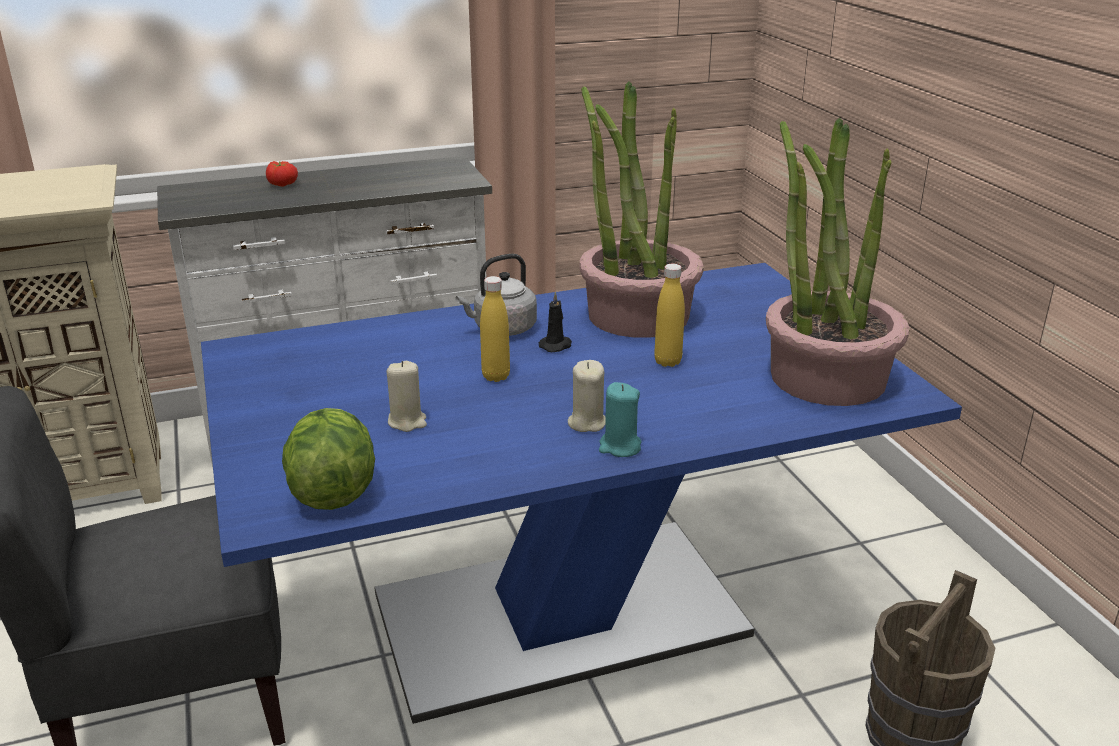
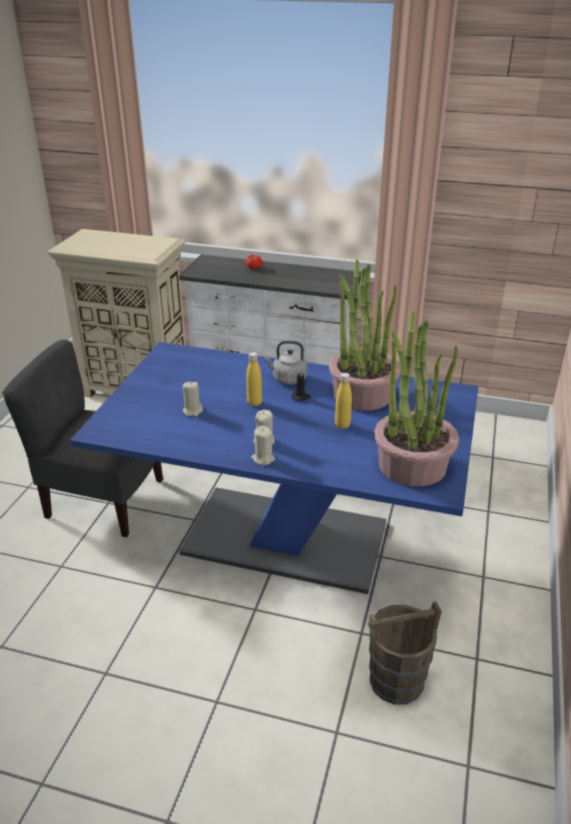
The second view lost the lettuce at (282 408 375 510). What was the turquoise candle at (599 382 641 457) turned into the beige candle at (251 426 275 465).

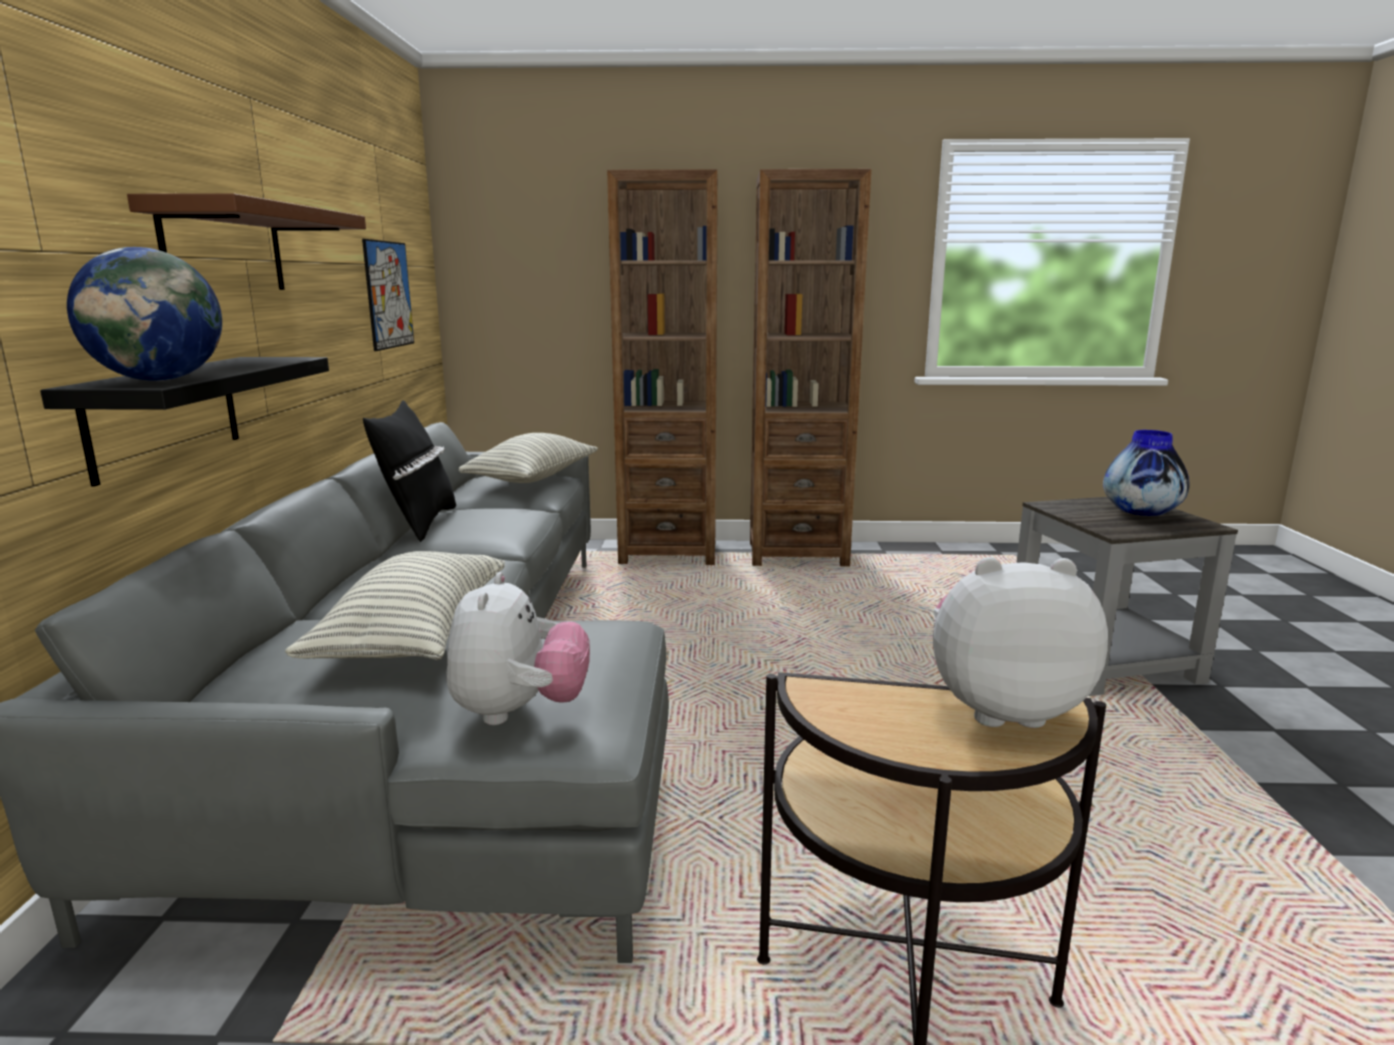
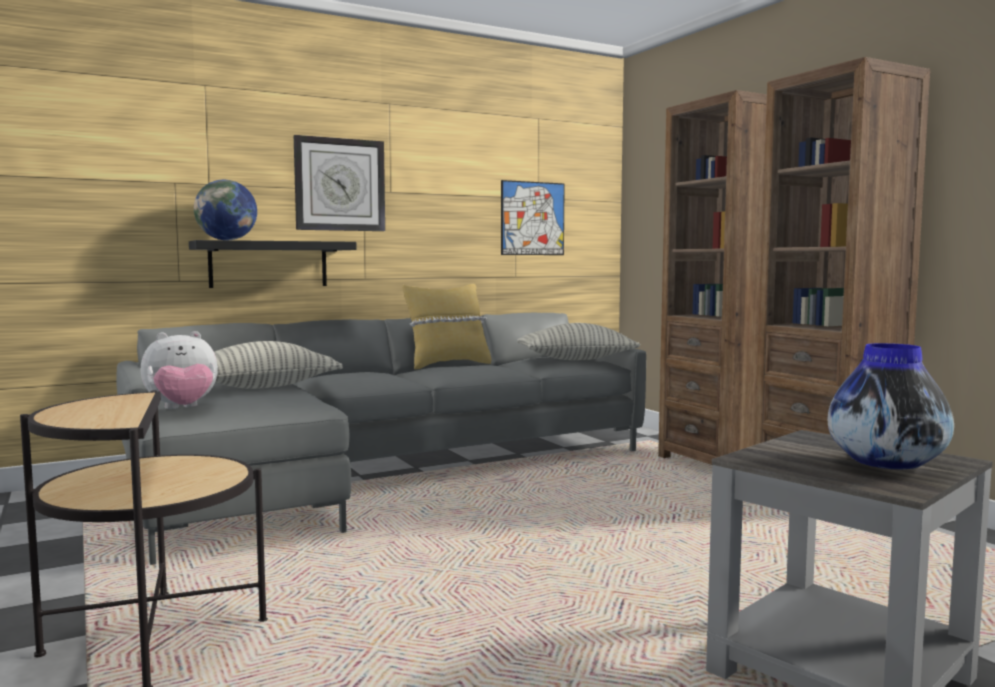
Where the brown shelf hung at (127 193 366 290), the wall clock came to hang at (294 135 385 231). What was the black pillow at (363 400 456 542) turned into the yellow pillow at (402 284 491 369). The second view lost the plush toy at (933 557 1108 728).

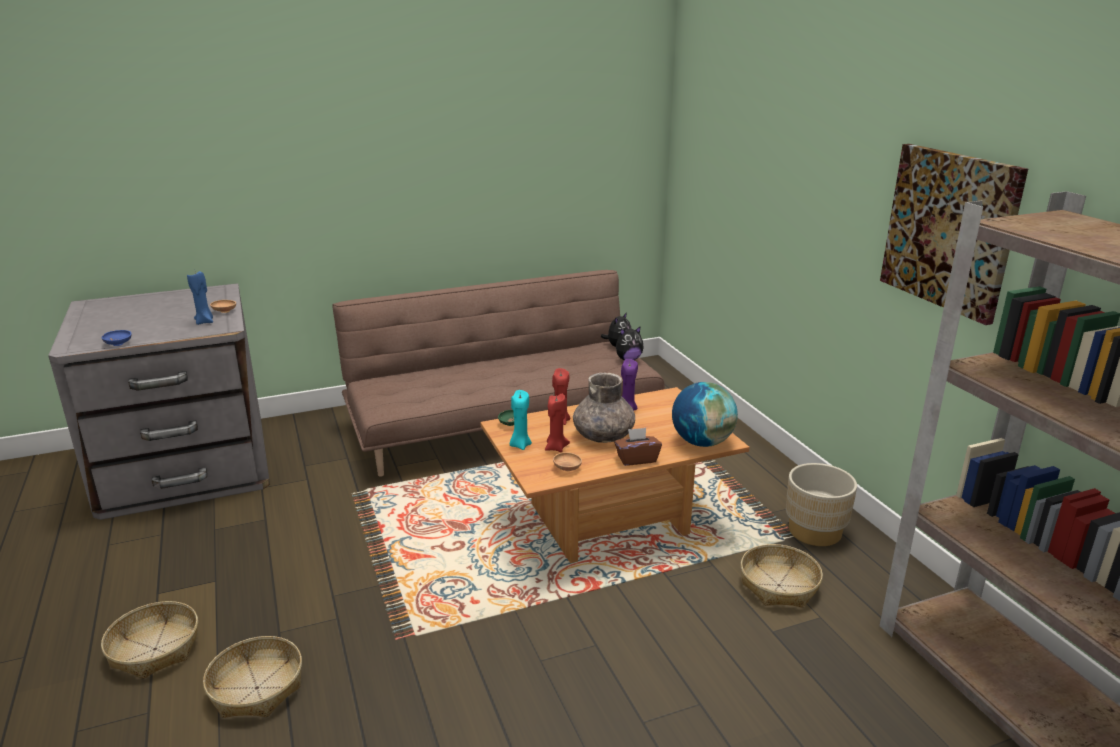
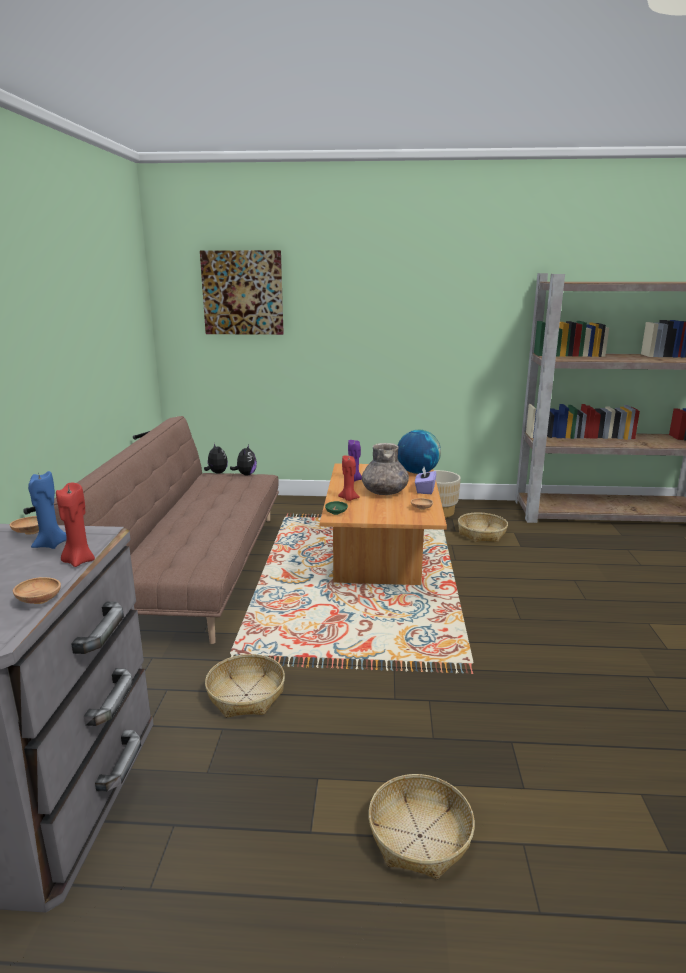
What was the blue bowl at (101 330 132 346) turned into the brown bowl at (13 577 61 604). The basket ended up elsewhere, having gone from (203 636 302 718) to (205 654 285 718). The second view lost the turquoise candle at (510 390 532 450). The red candle ended up elsewhere, having gone from (545 394 570 452) to (56 483 95 567). What was the brown tissue box at (614 428 662 466) turned into the purple tissue box at (415 467 437 494). The picture ended up elsewhere, having gone from (880 144 1028 325) to (200 250 284 335).

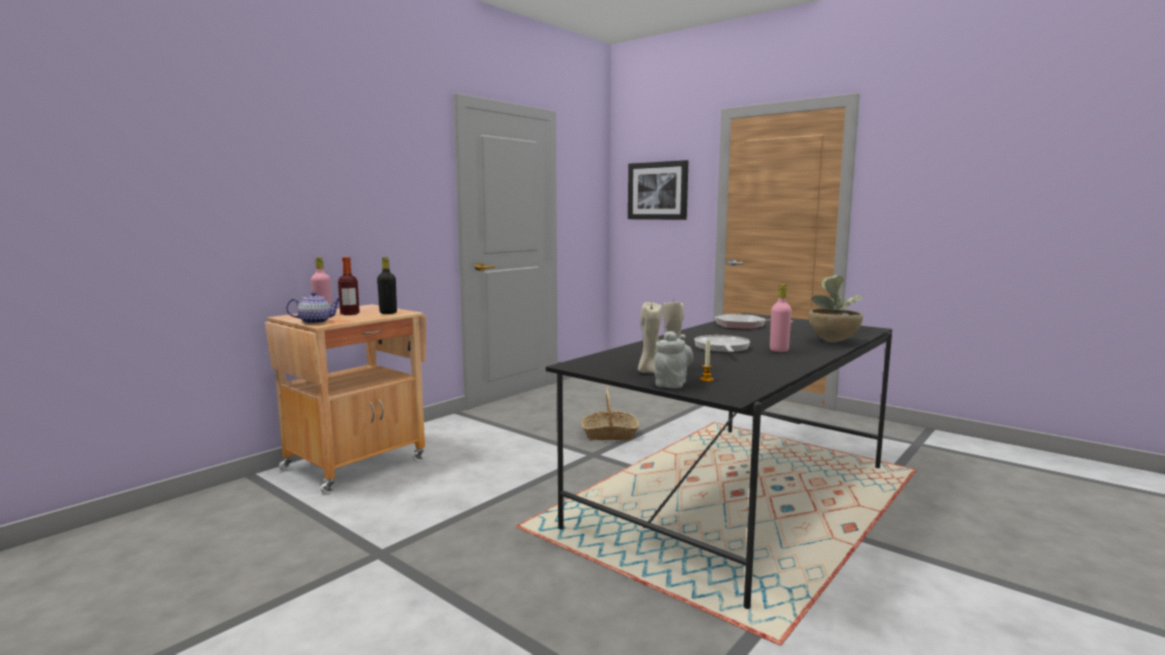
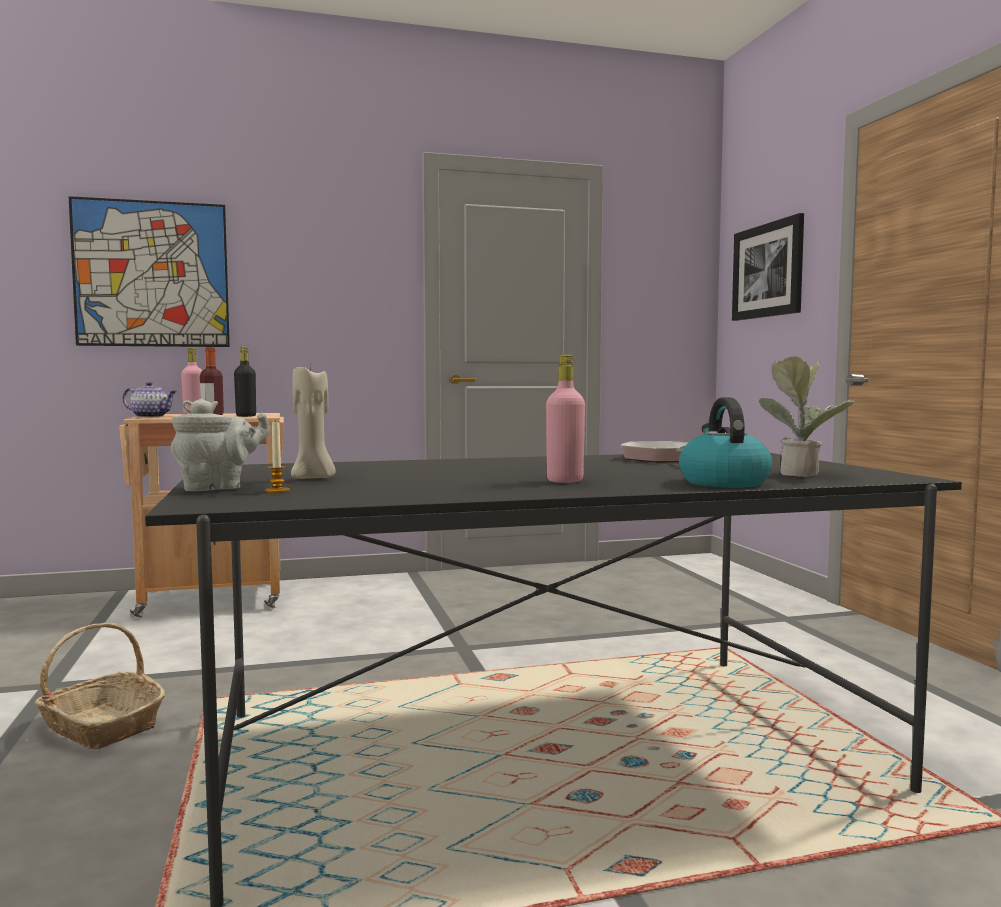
The basket ended up elsewhere, having gone from (581 388 639 440) to (35 623 166 749). The second view lost the beige candle at (638 302 662 373). The second view lost the frying pan at (694 335 750 353). Where the brown bowl stood at (808 308 863 342), the kettle came to stand at (679 397 772 488). The second view gained the picture at (69 196 230 347).

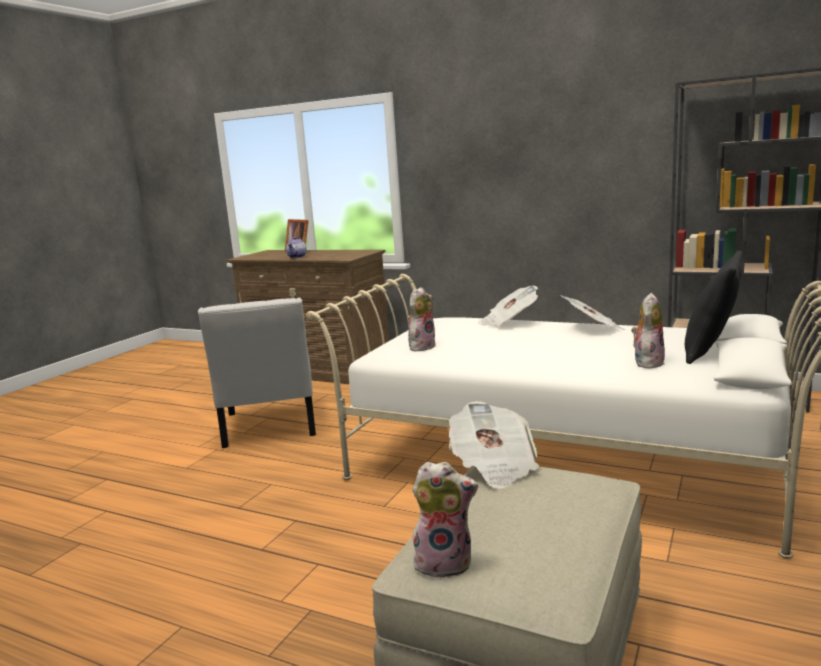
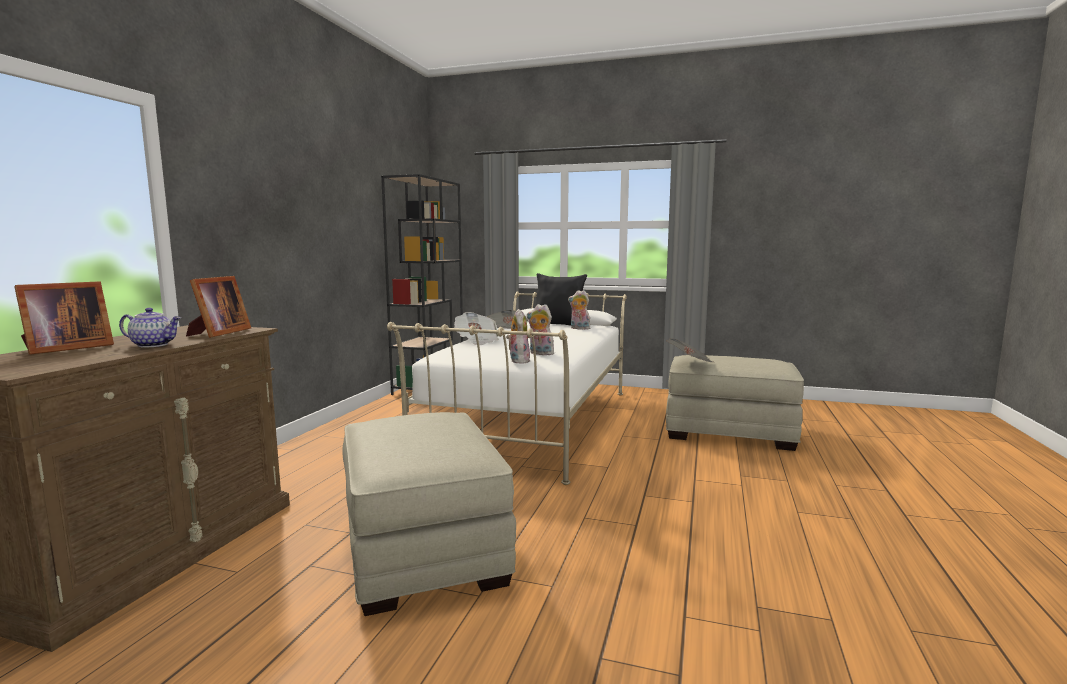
Where the white chair stood at (198 297 316 448), the beige ottoman came to stand at (342 412 516 616). The plush toy ended up elsewhere, having gone from (412 462 478 578) to (506 309 531 364). The second view gained the picture frame at (186 276 251 338).

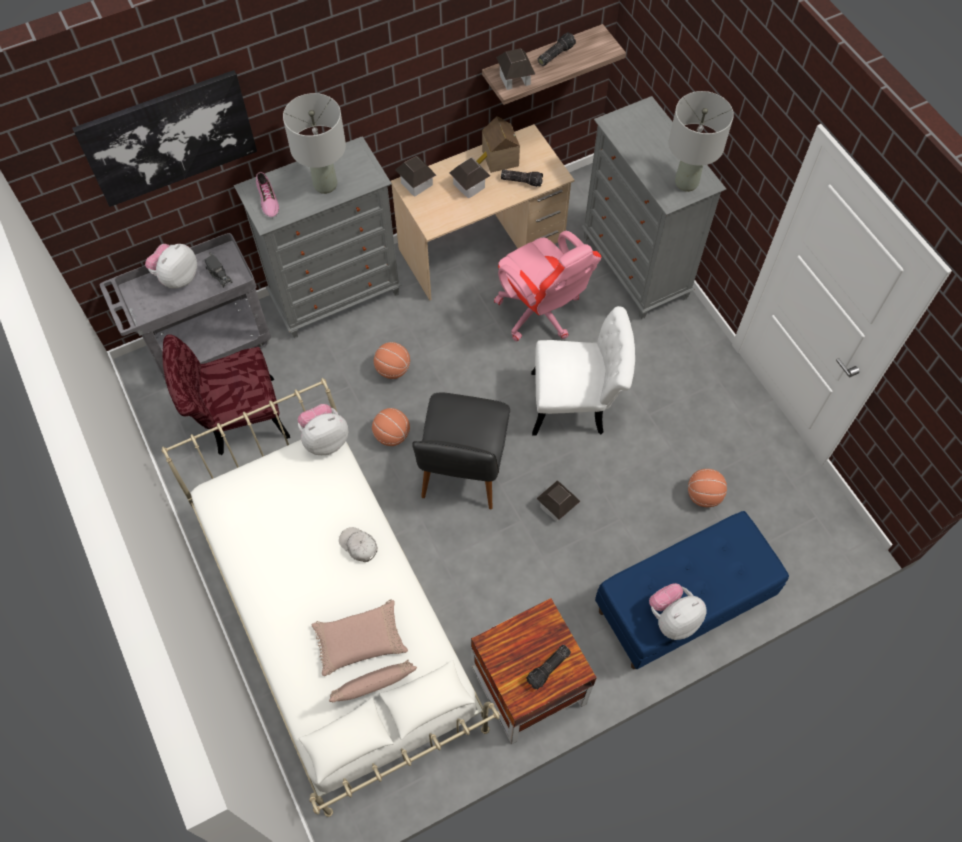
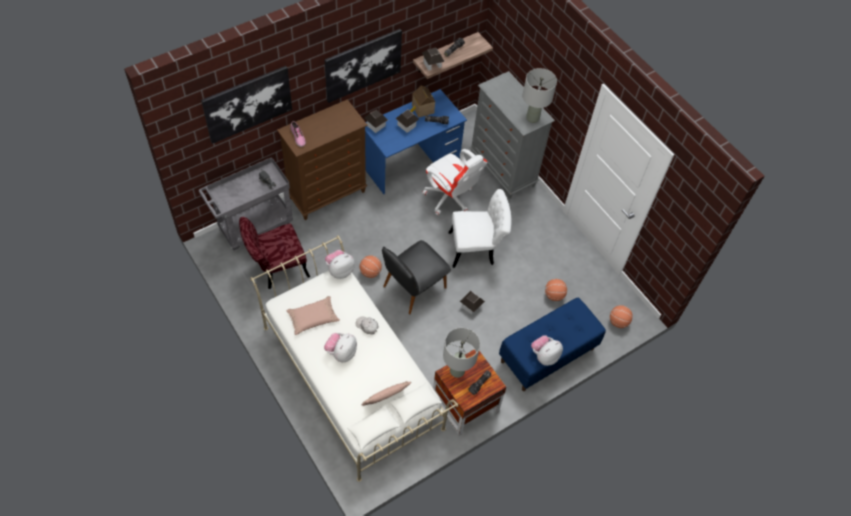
The plush toy ended up elsewhere, having gone from (145 244 197 289) to (324 333 357 362). What was the grey dresser at (234 136 402 338) turned into the brown dresser at (277 99 368 220). The grey table lamp ended up elsewhere, having gone from (283 93 346 194) to (443 328 480 378). The beige pillow ended up elsewhere, having gone from (312 599 408 676) to (287 296 340 335). The basketball ended up elsewhere, having gone from (374 342 410 379) to (610 305 633 328). What was the beige desk at (390 124 574 301) turned into the blue desk at (365 89 467 194). The black chair at (412 393 510 510) ended up facing another way, 45 degrees clockwise from before. What was the pink office chair at (494 231 601 341) turned into the white office chair at (422 149 487 215). The second view gained the picture at (324 29 402 103).

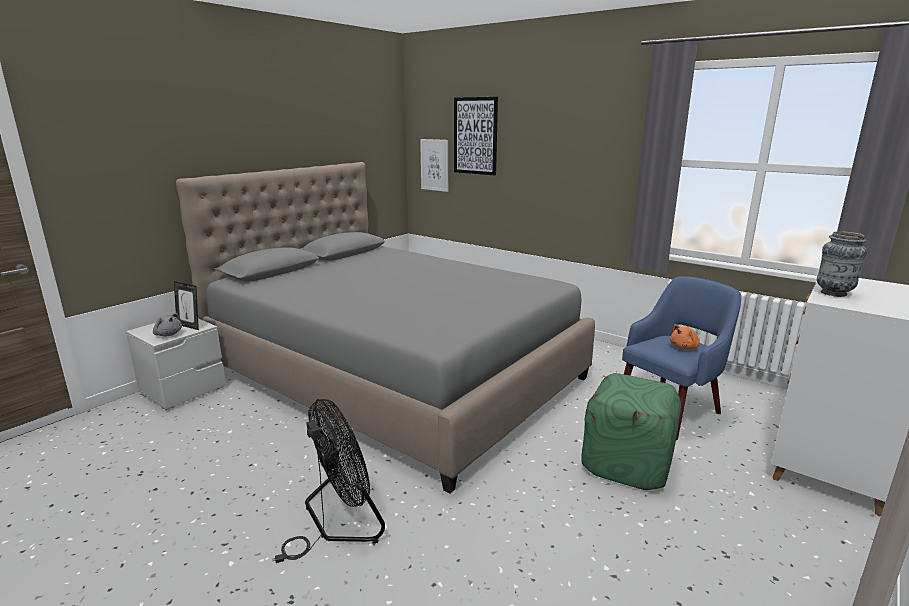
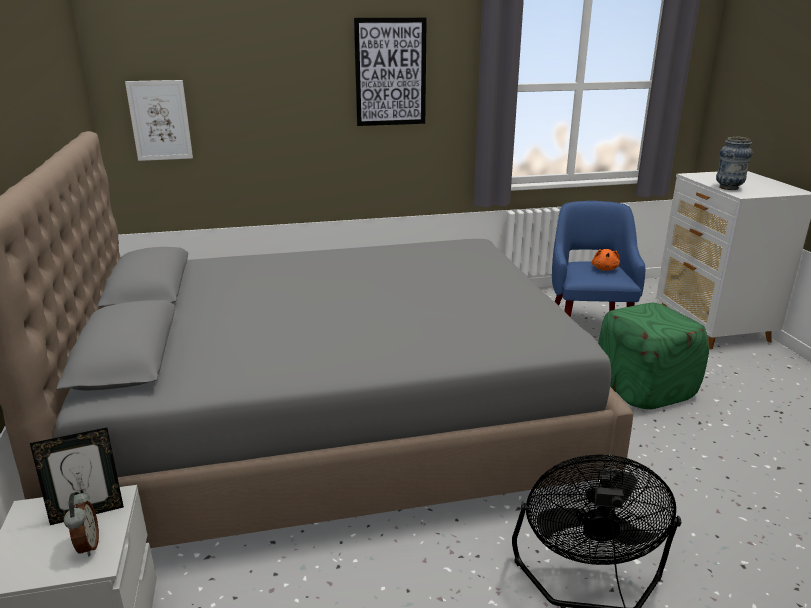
Where the grey plush toy stood at (153 313 182 336), the alarm clock came to stand at (64 492 99 556). The picture ended up elsewhere, having gone from (454 97 498 176) to (354 18 427 126).

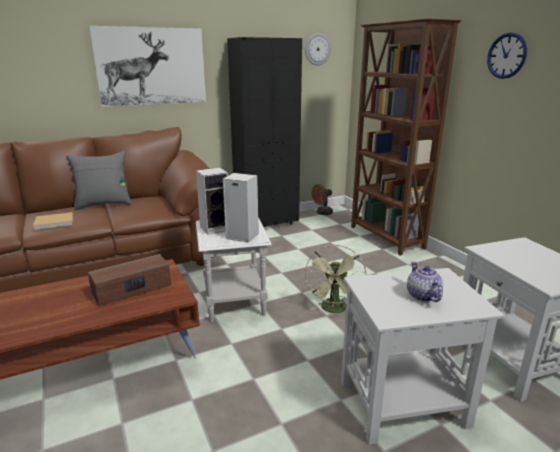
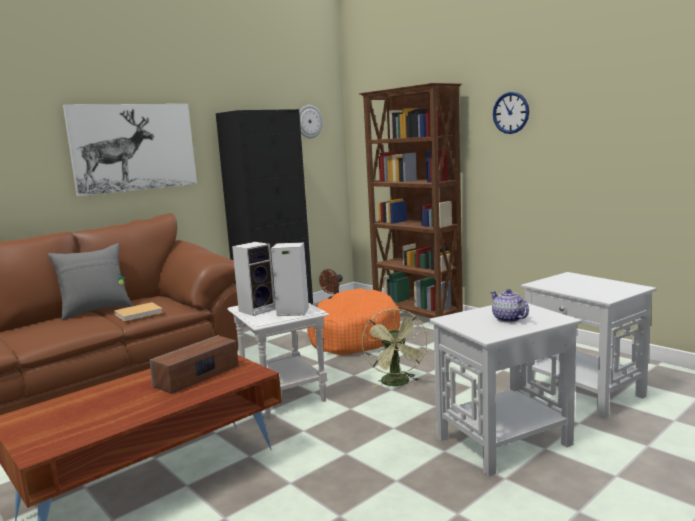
The beige book ended up elsewhere, having gone from (33 212 73 230) to (114 302 163 321). The second view gained the orange dog bed at (307 288 400 355).

